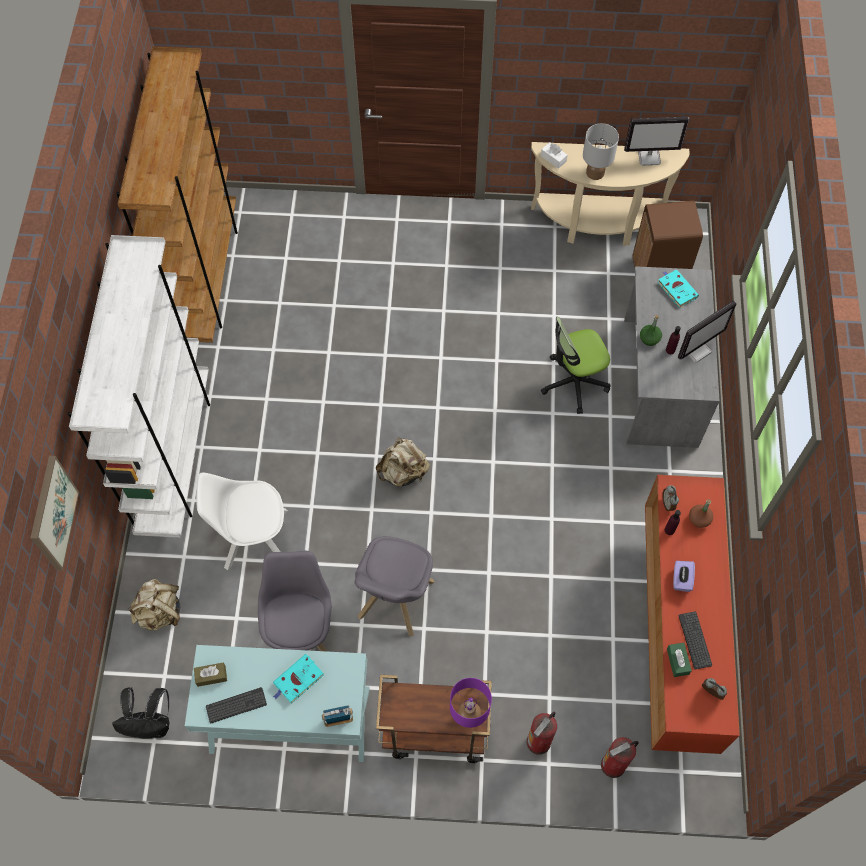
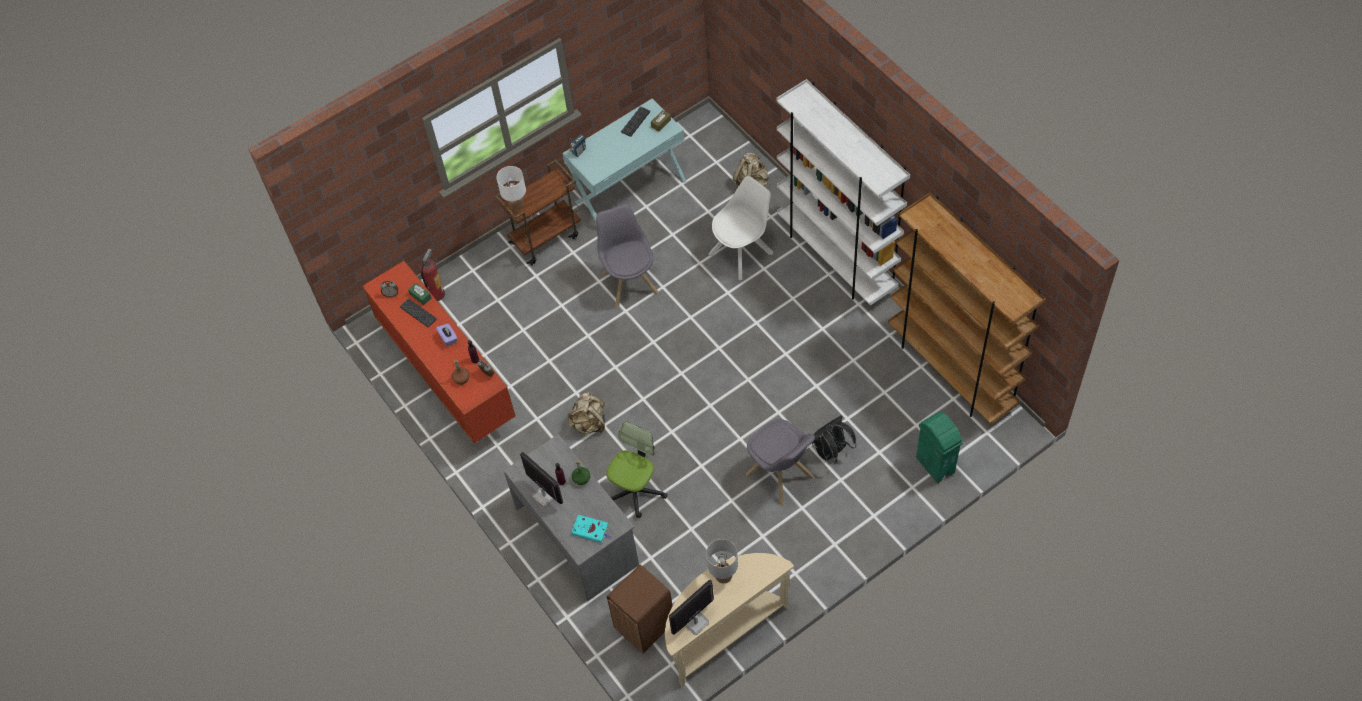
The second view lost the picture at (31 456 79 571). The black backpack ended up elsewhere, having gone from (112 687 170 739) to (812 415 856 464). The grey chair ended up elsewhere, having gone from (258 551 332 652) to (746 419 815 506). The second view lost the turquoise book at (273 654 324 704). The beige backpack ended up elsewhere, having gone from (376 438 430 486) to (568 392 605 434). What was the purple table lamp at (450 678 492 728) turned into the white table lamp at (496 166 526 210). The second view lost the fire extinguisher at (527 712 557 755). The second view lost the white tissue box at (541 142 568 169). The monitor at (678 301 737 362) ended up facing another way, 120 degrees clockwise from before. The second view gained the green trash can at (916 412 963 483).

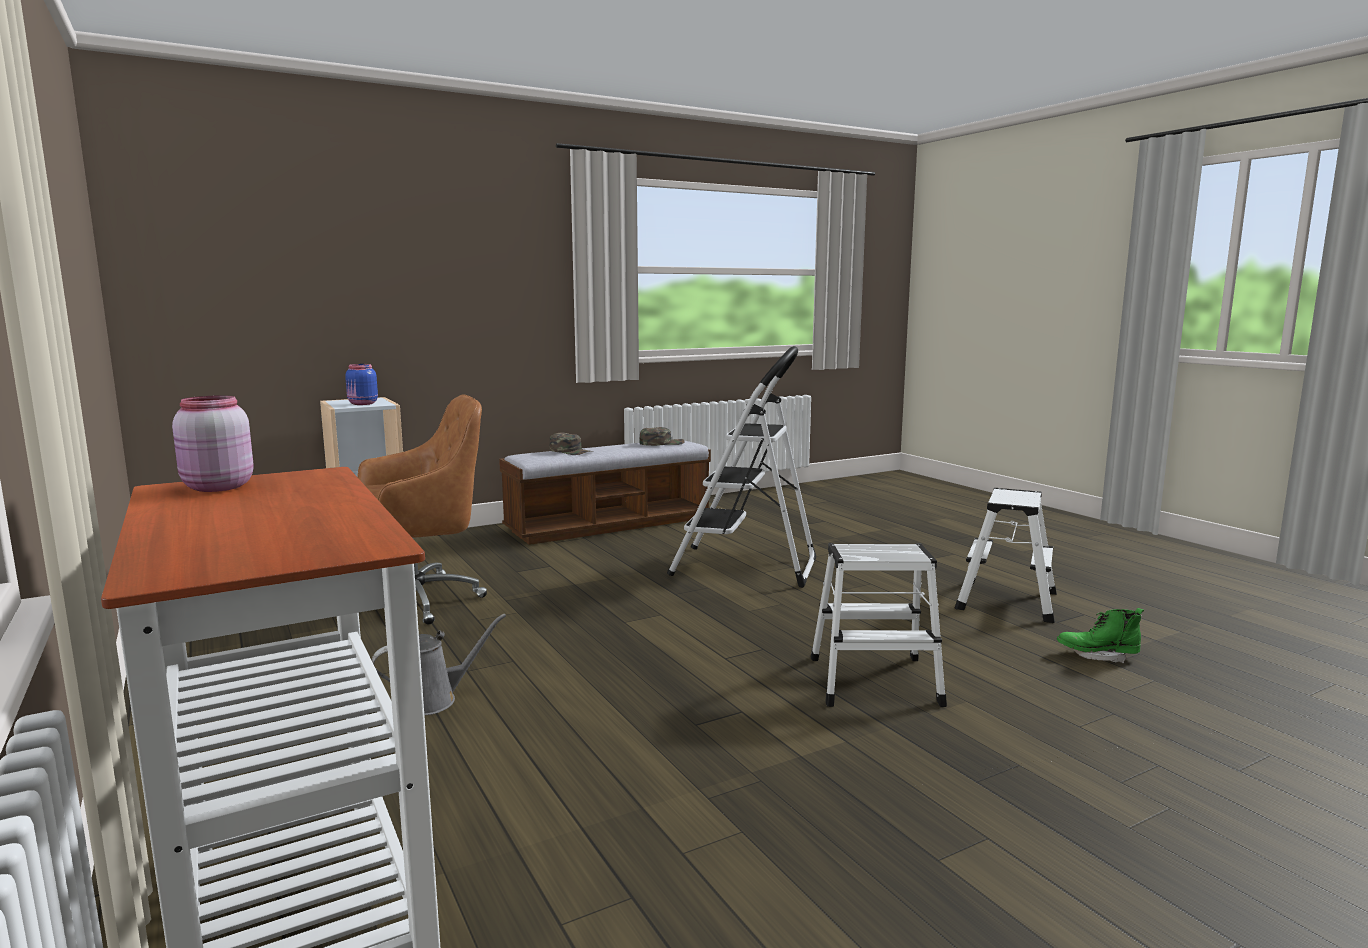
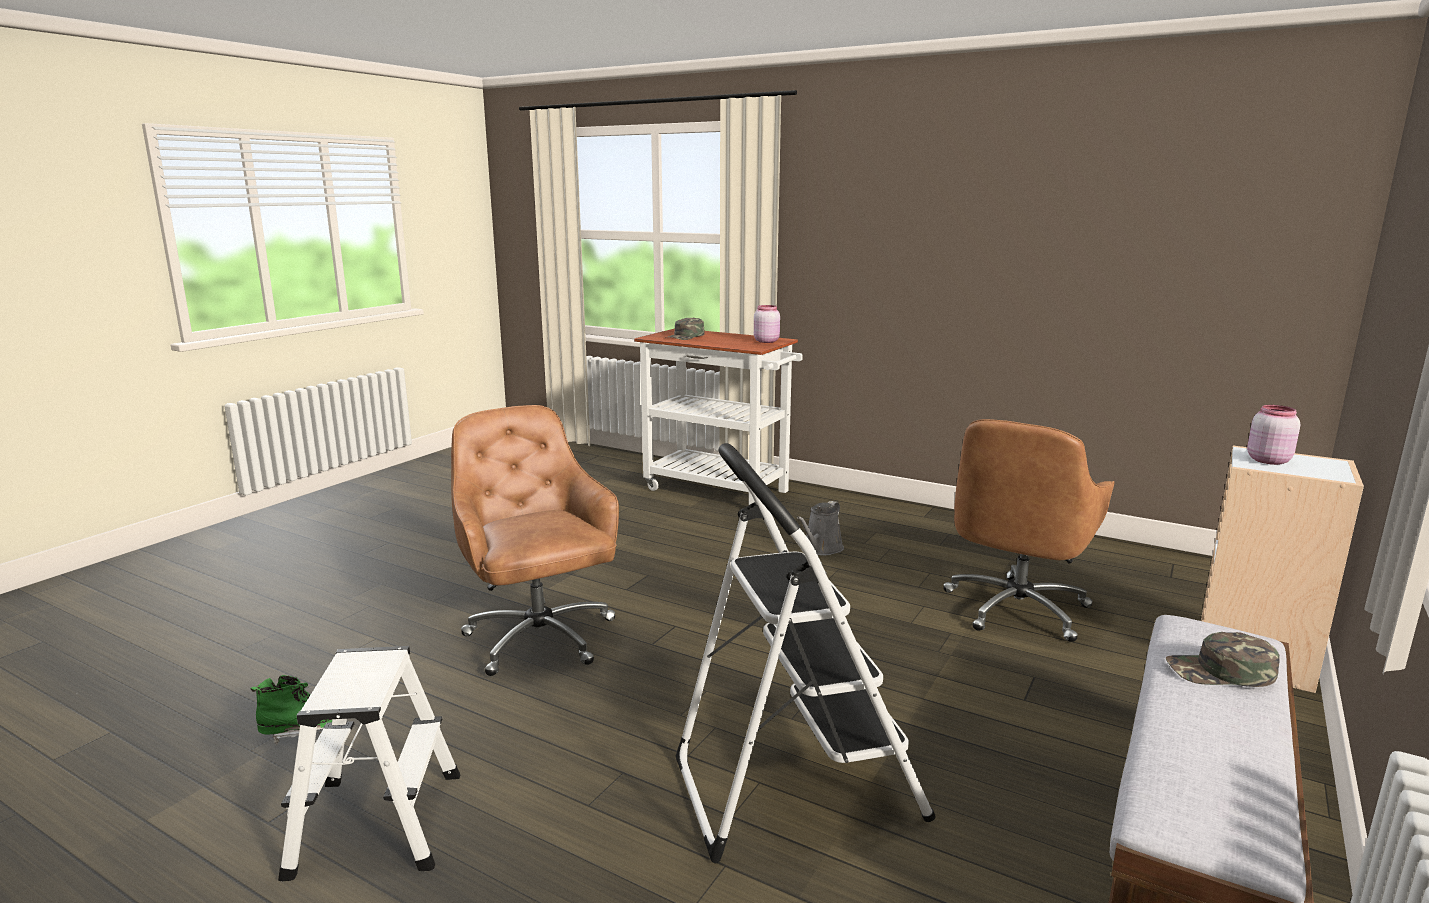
What was the blue jar at (345 364 378 405) turned into the pink jar at (1247 405 1300 465). The green cap ended up elsewhere, having gone from (639 427 684 446) to (665 318 705 340). Where the white step ladder stood at (811 543 947 707), the brown office chair came to stand at (451 405 619 676).

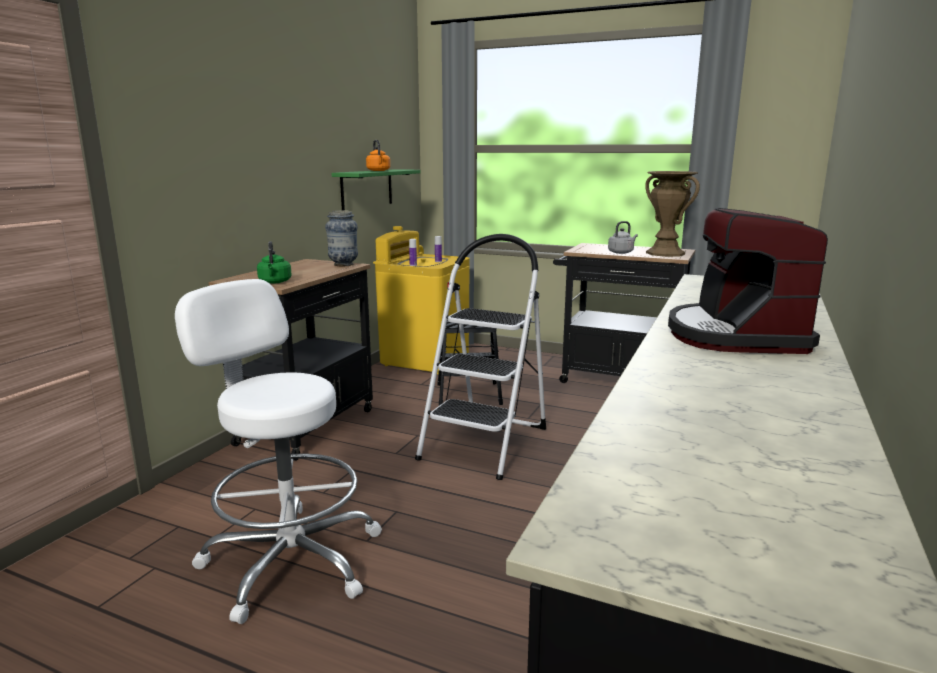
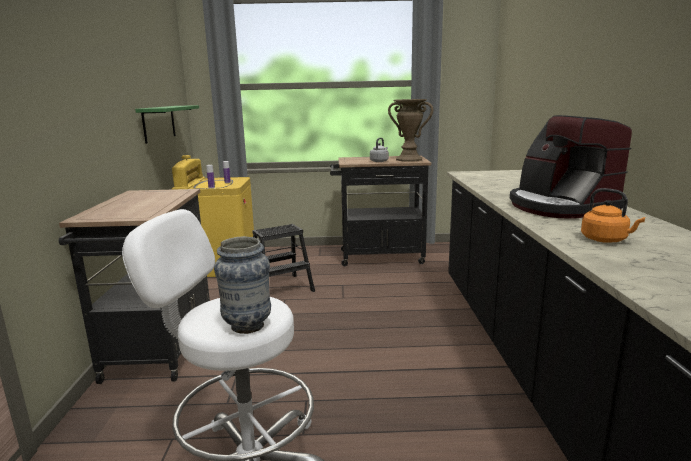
The second view lost the green kettle at (257 241 292 284). The vase ended up elsewhere, having gone from (325 210 358 266) to (214 236 271 334). The orange kettle ended up elsewhere, having gone from (366 140 390 171) to (581 188 645 243). The second view lost the step ladder at (415 234 546 480).

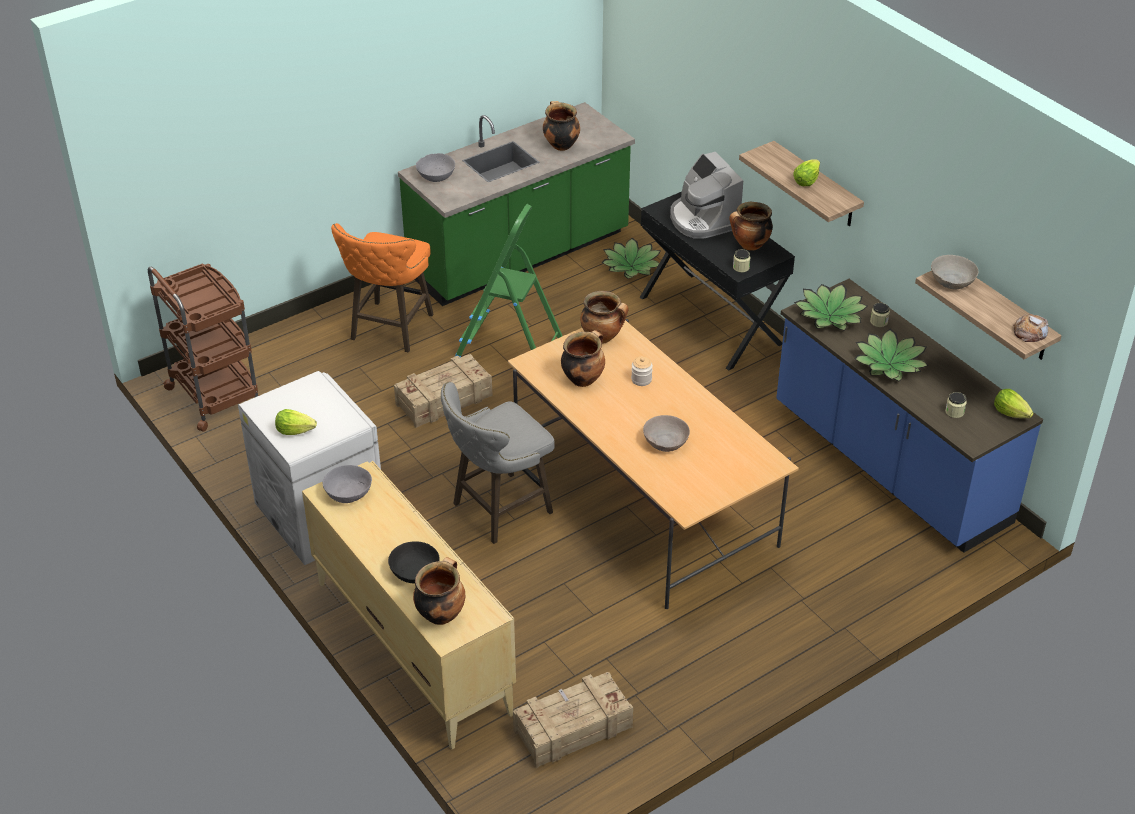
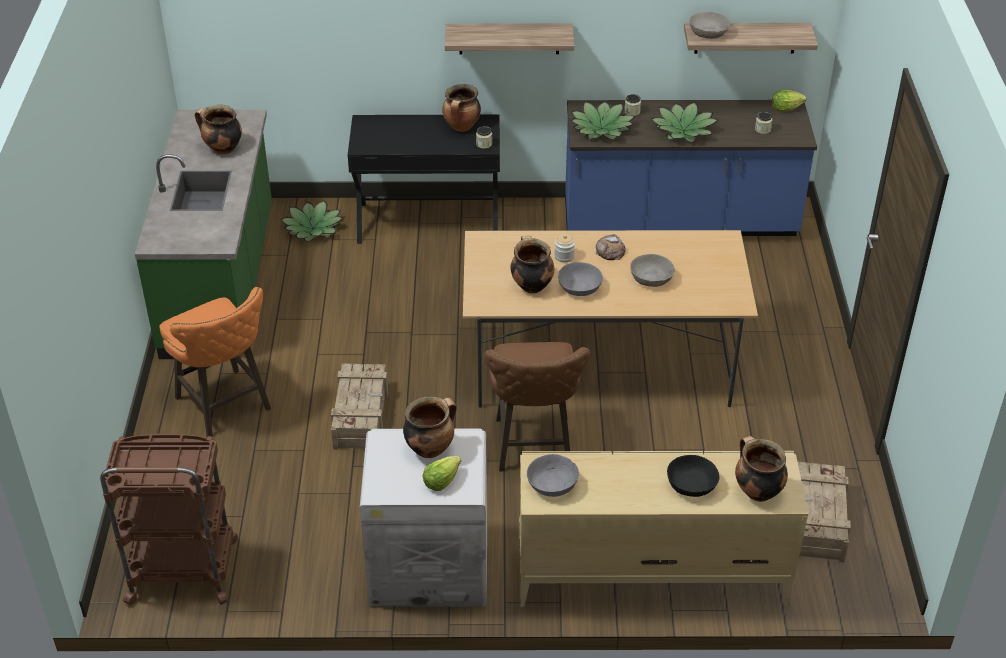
The grey bowl ended up elsewhere, having gone from (416 153 455 182) to (558 262 603 296). What was the grey stool at (441 382 555 544) turned into the brown stool at (484 342 590 471). The second view lost the green step ladder at (455 204 562 357). The cooking pot ended up elsewhere, having gone from (580 291 628 344) to (403 397 457 458). The second view lost the coffee machine at (670 152 743 239). The second view lost the lettuce at (793 159 820 186). The bread ended up elsewhere, having gone from (1013 314 1049 342) to (596 234 626 260).

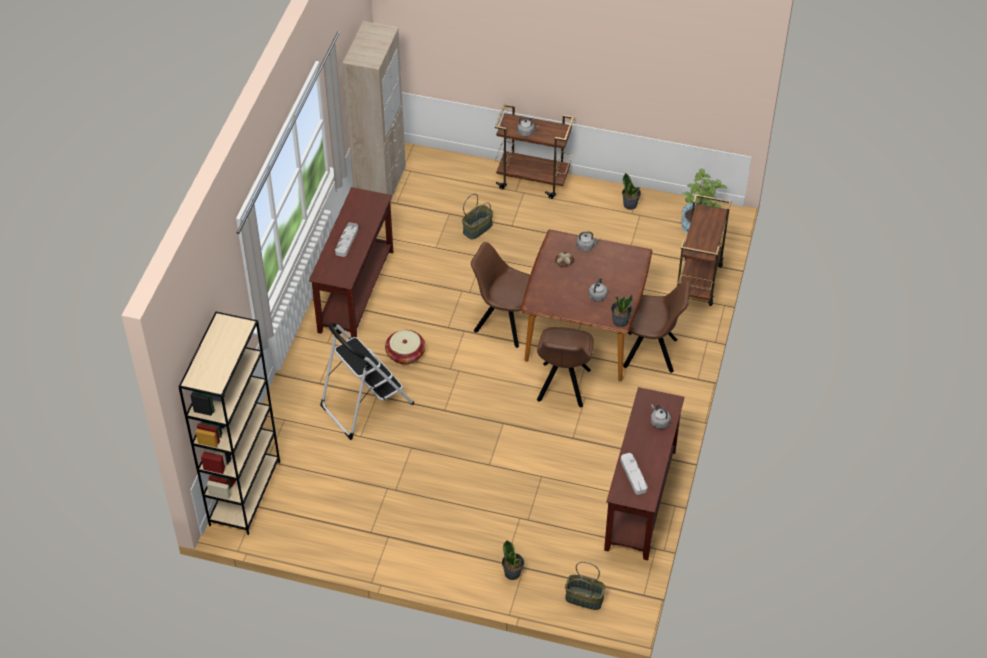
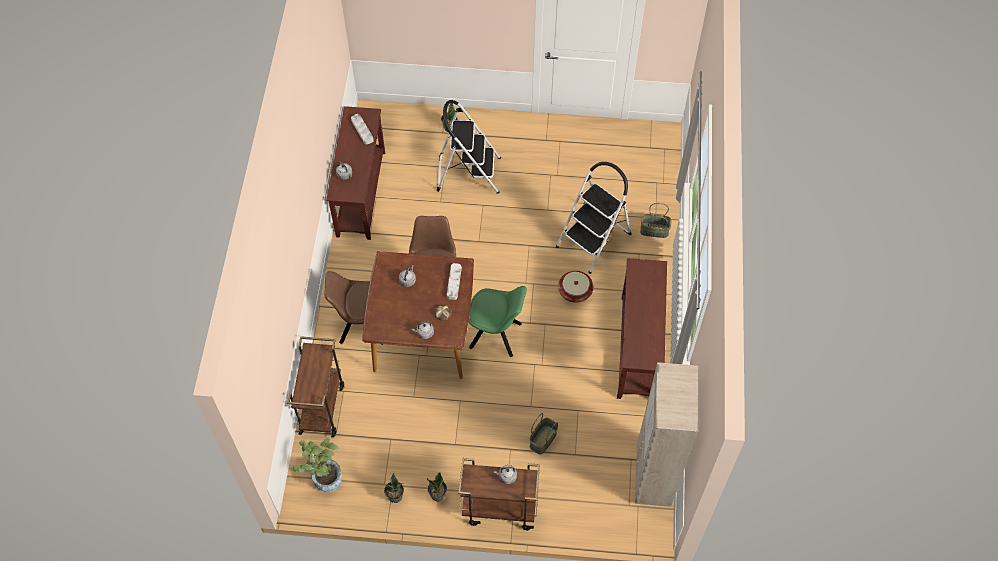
The second view lost the beige bookcase at (178 311 280 535). The grey tray ended up elsewhere, having gone from (335 222 358 257) to (447 263 462 300). What was the brown chair at (471 242 536 348) turned into the green chair at (468 286 527 357). The basket ended up elsewhere, having gone from (565 562 606 610) to (640 203 672 238). The potted plant ended up elsewhere, having gone from (611 295 633 327) to (427 472 447 501). The second view gained the step ladder at (437 100 501 194).

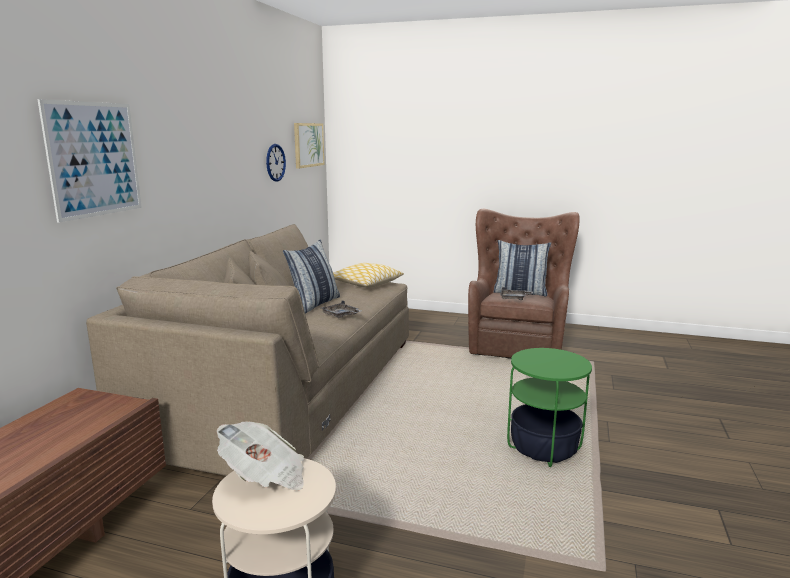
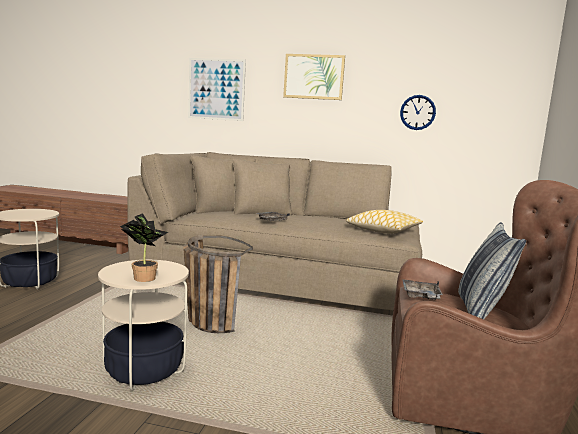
The second view lost the newspaper at (217 422 304 490). The second view lost the pillow at (283 239 340 314). The picture ended up elsewhere, having gone from (294 123 324 168) to (283 54 345 100). What was the green side table at (507 348 592 467) turned into the beige side table at (98 260 189 391). The second view gained the potted plant at (120 213 168 282). The second view gained the basket at (183 235 253 333).

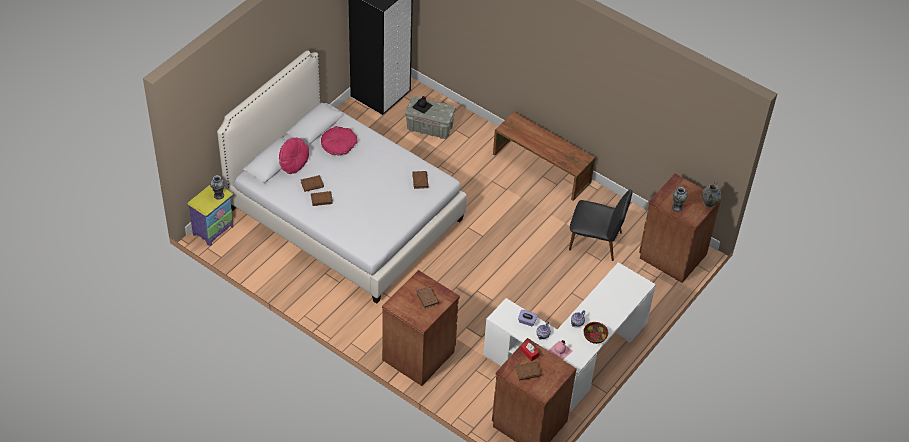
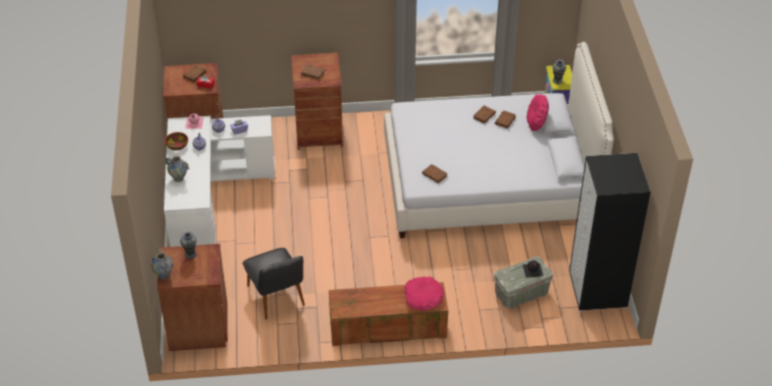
The pink pillow ended up elsewhere, having gone from (321 126 358 156) to (404 276 444 311). The black chair at (569 189 633 261) ended up facing another way, 90 degrees counterclockwise from before. The second view gained the vase at (165 156 189 182).

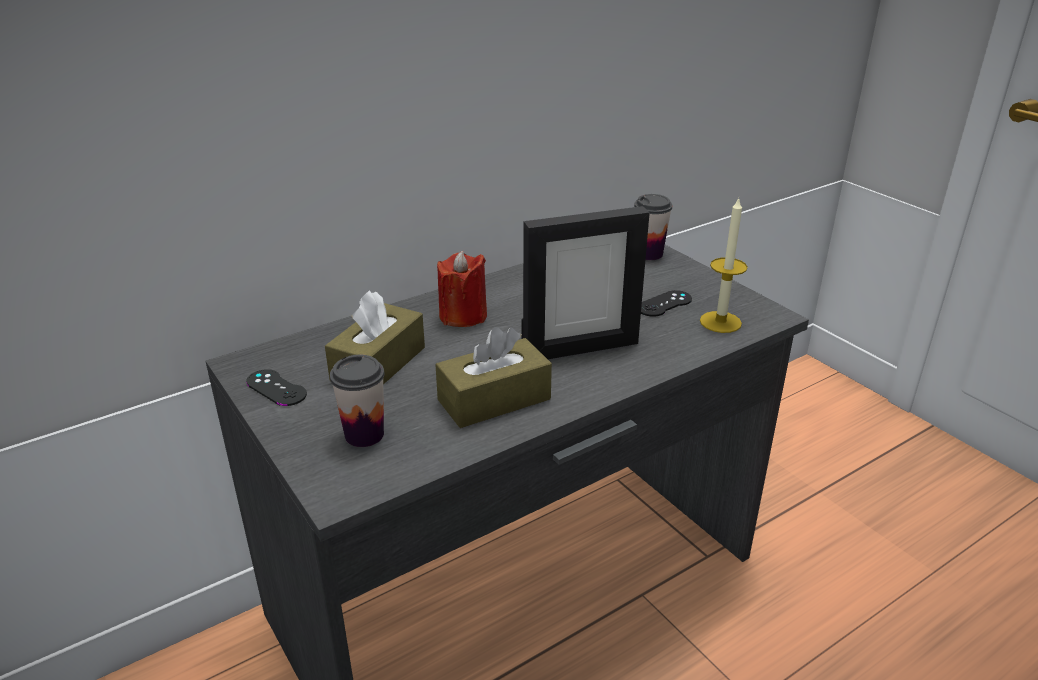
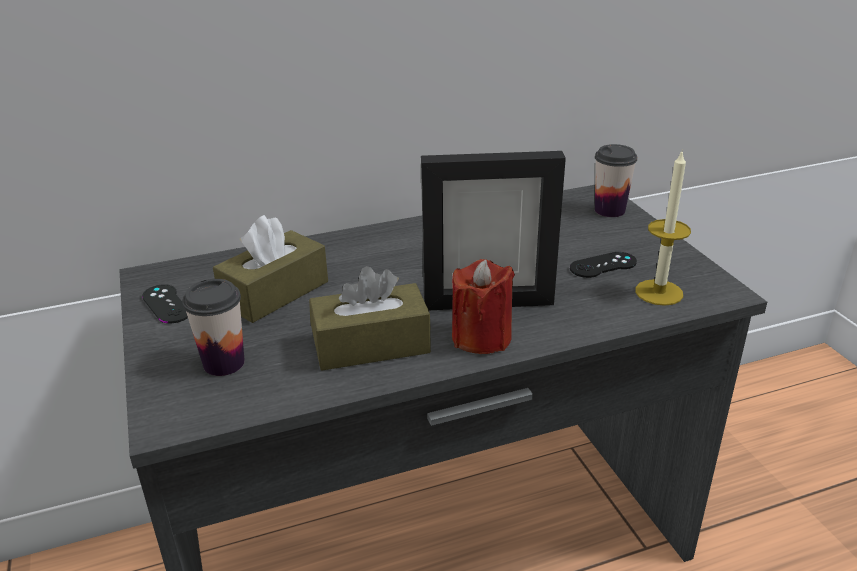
The red candle ended up elsewhere, having gone from (437 251 487 327) to (452 259 515 354).

